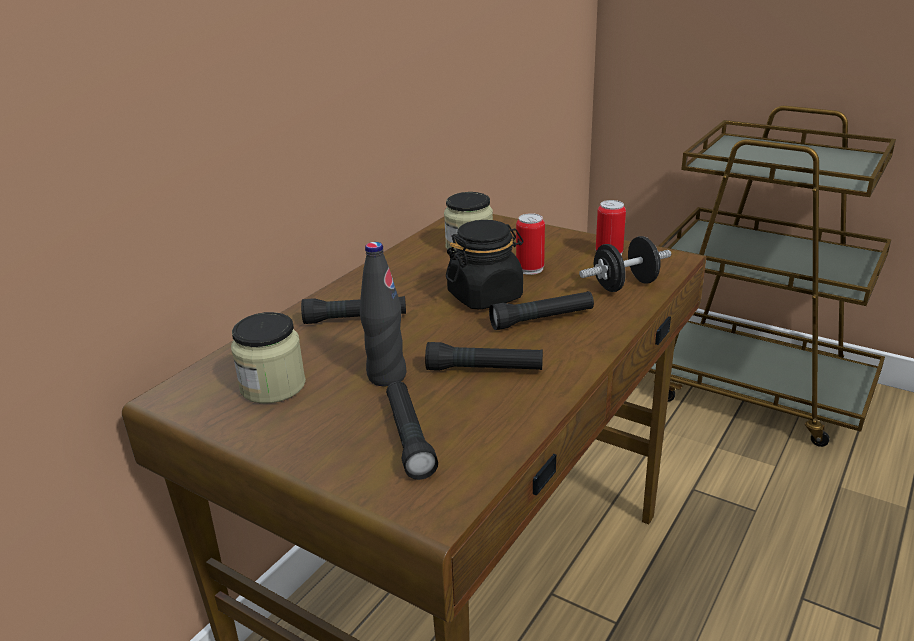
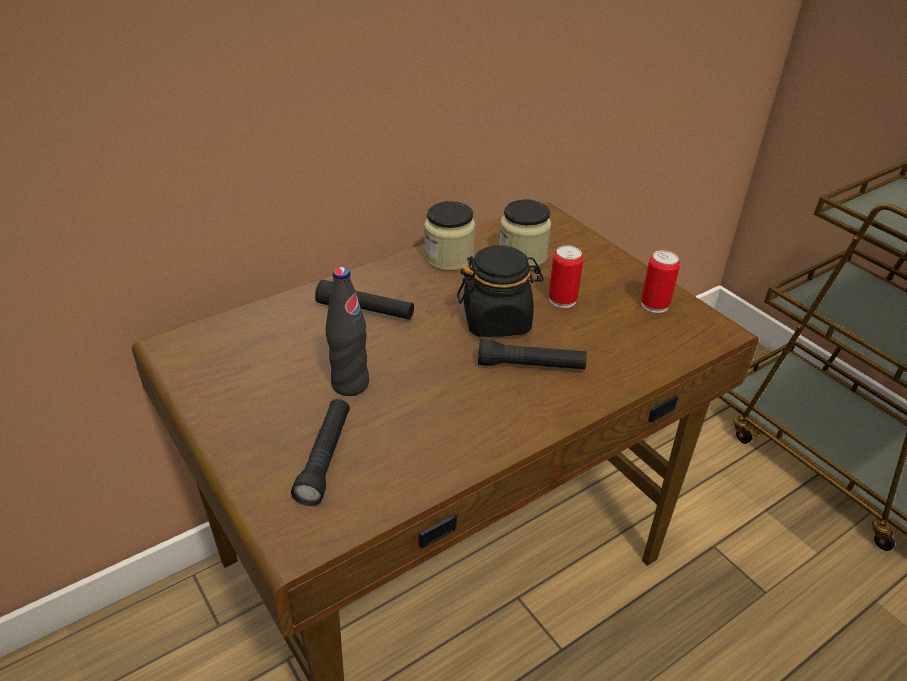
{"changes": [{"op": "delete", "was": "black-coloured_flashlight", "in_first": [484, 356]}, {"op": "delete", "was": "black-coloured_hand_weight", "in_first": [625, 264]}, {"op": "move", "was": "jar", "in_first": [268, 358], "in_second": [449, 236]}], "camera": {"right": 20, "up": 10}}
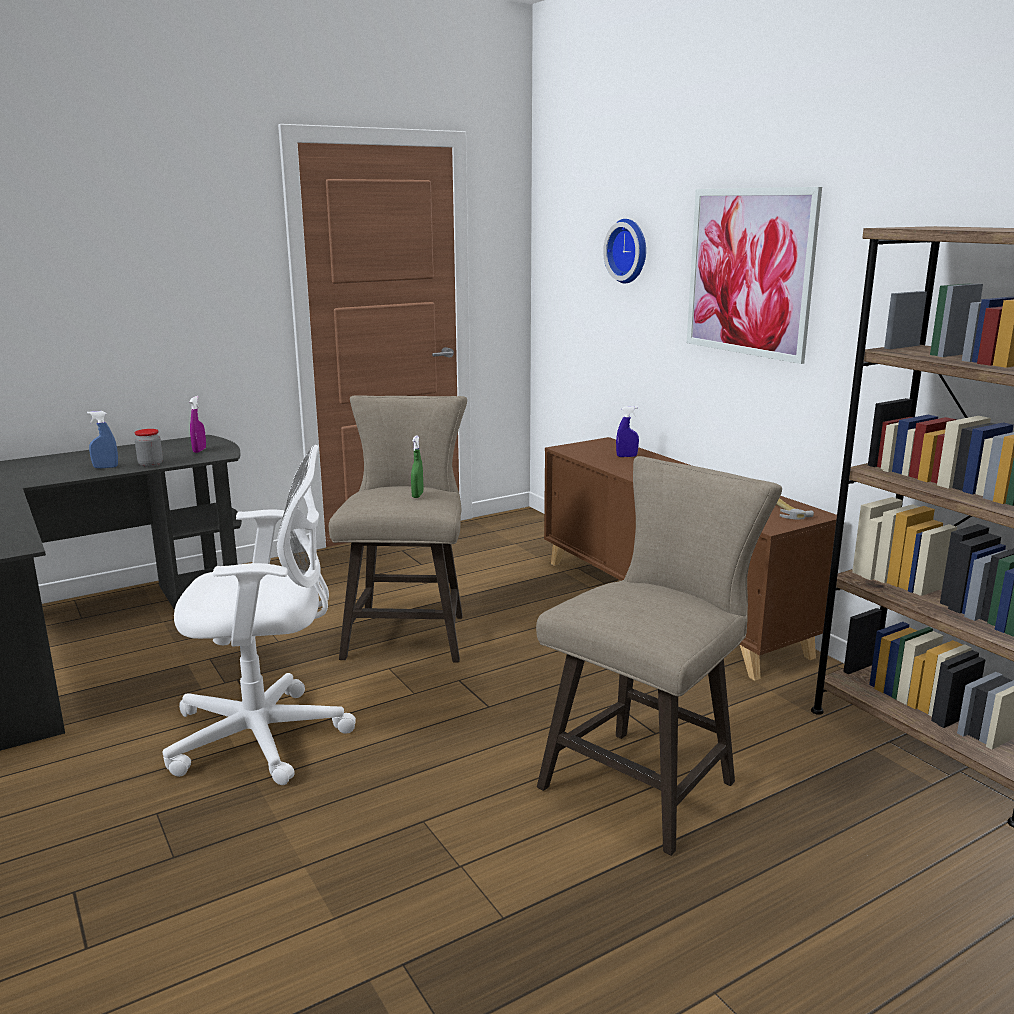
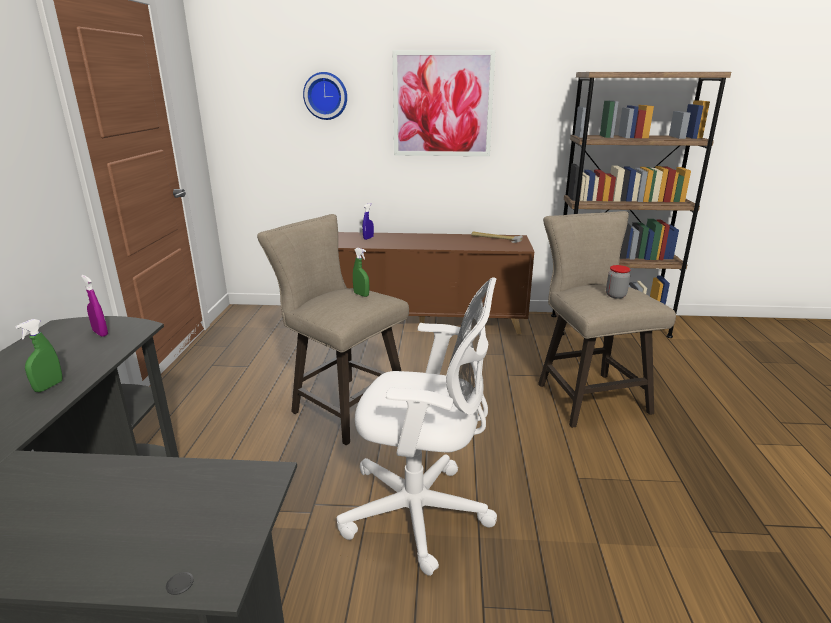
{"changes": [{"op": "move", "was": "jar", "in_first": [149, 448], "in_second": [618, 282]}, {"op": "recolor", "was": "blue_sprayer", "now": "green-coloured_sprayer", "in_first": [102, 439], "in_second": [39, 355]}, {"op": "rotate", "was": "white_office_chair", "in_first": [259, 615], "in_second": [417, 426], "clockwise": 75}], "camera": {"right": -55, "up": 5}}
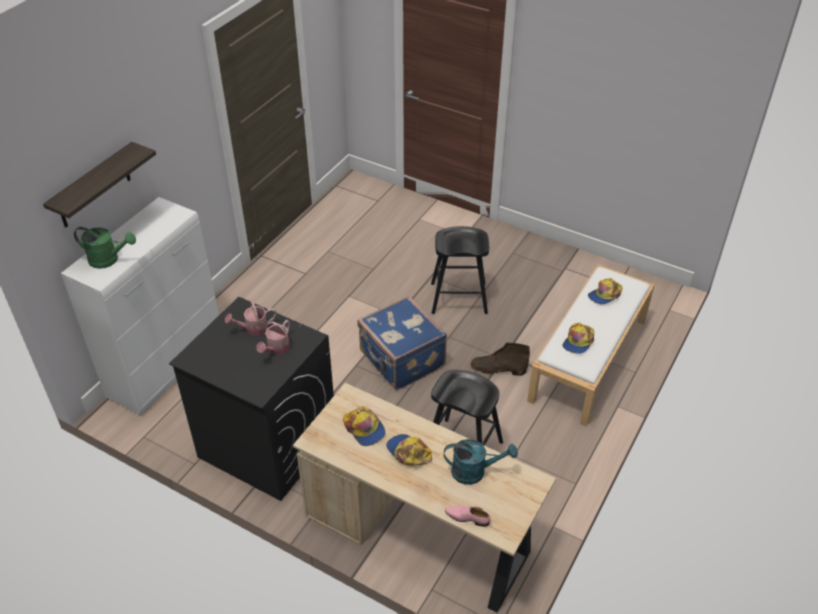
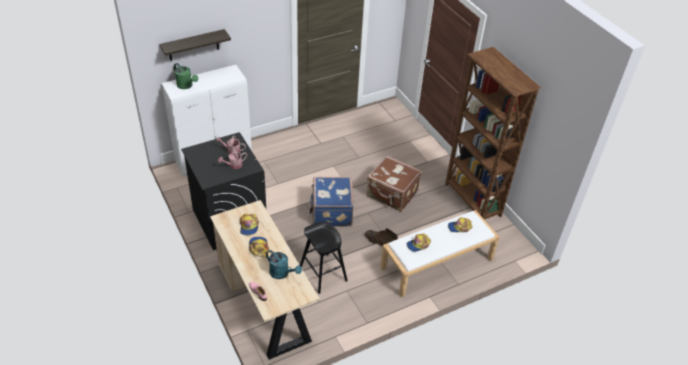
{"changes": [{"op": "insert", "now": "brown-coloured_bookcase", "in_second": [493, 133]}, {"op": "replace", "was": "black-coloured_stool", "now": "brown-coloured_suitcase", "in_first": [460, 270], "in_second": [394, 183]}], "camera": {"right": 30, "up": 0}}
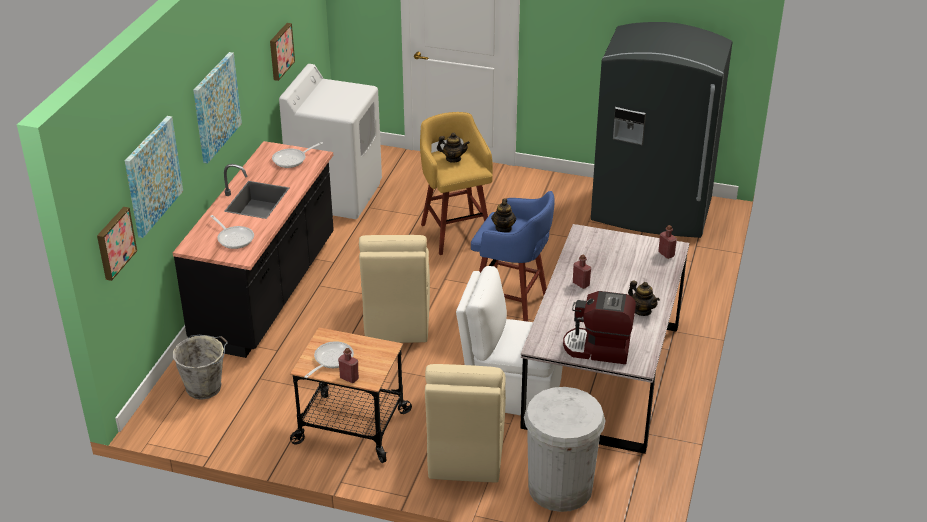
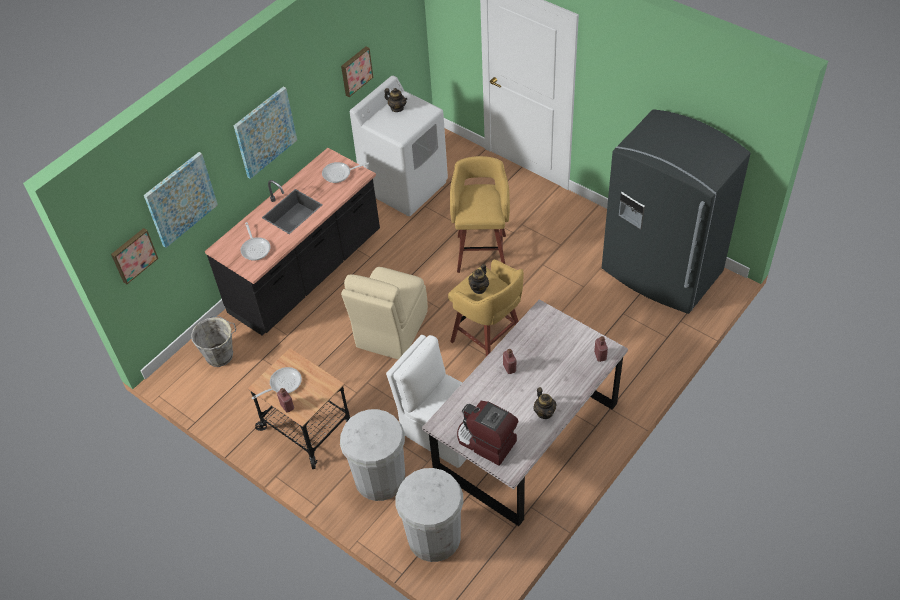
{"changes": [{"op": "move", "was": "tea_pot", "in_first": [453, 148], "in_second": [396, 100]}, {"op": "replace", "was": "sand-coloured_upright_chair", "now": "white_waste_bin", "in_first": [465, 423], "in_second": [372, 455]}, {"op": "recolor", "was": "blue_stool", "now": "yellow_stool", "in_first": [513, 256], "in_second": [486, 308]}], "camera": {"right": 25, "up": 15}}
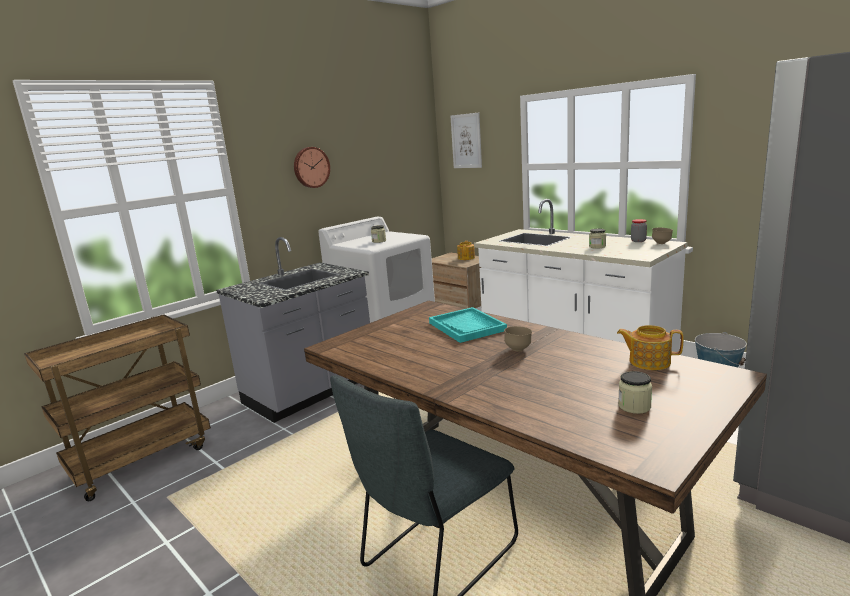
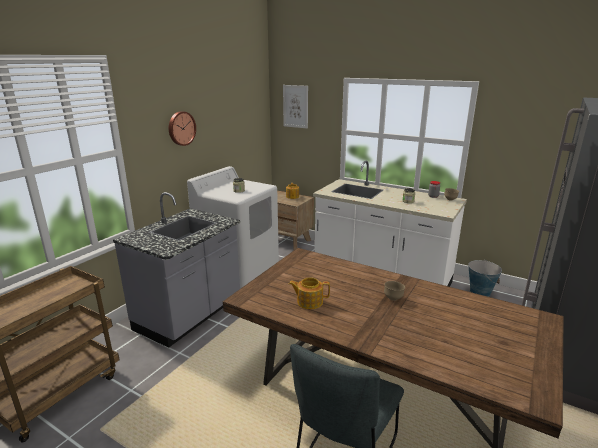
{"changes": [{"op": "delete", "was": "turquoise_tray", "in_first": [468, 325]}, {"op": "delete", "was": "jar", "in_first": [635, 392]}, {"op": "move", "was": "tea_pot", "in_first": [650, 347], "in_second": [309, 293]}], "camera": {"right": -15, "up": 5}}
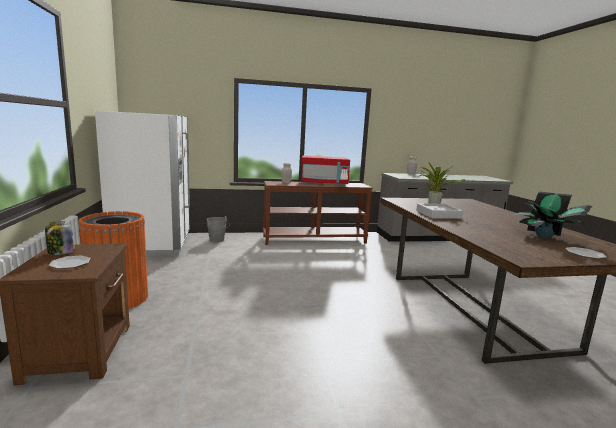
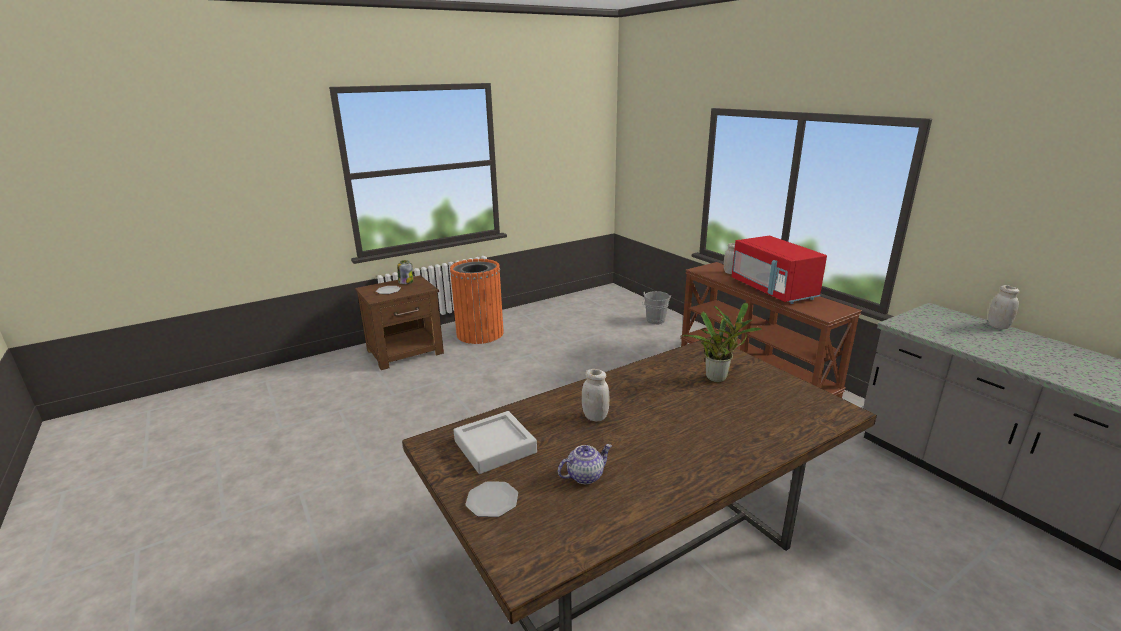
{"changes": [{"op": "delete", "was": "white_fridge", "in_first": [142, 184]}, {"op": "insert", "now": "white_jar", "in_second": [596, 395]}, {"op": "move", "was": "greyish_tray", "in_first": [439, 211], "in_second": [495, 442]}, {"op": "replace", "was": "potted_plant", "now": "tea_pot", "in_first": [552, 215], "in_second": [585, 464]}], "camera": {"right": 70, "up": 10}}
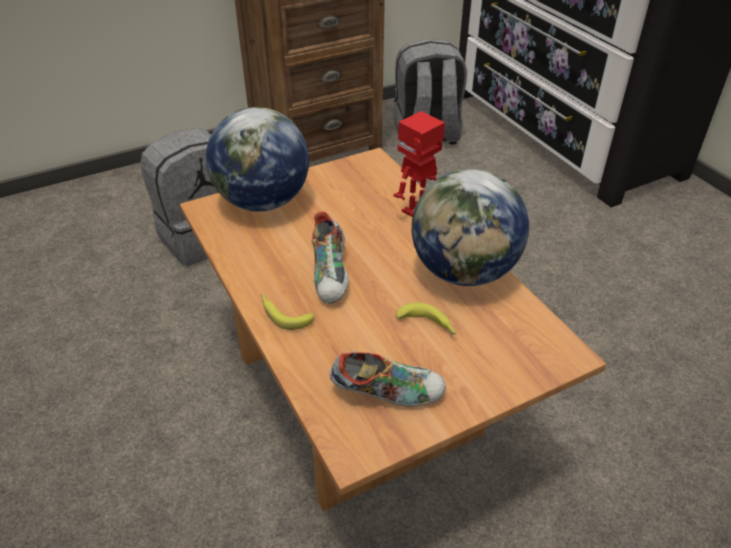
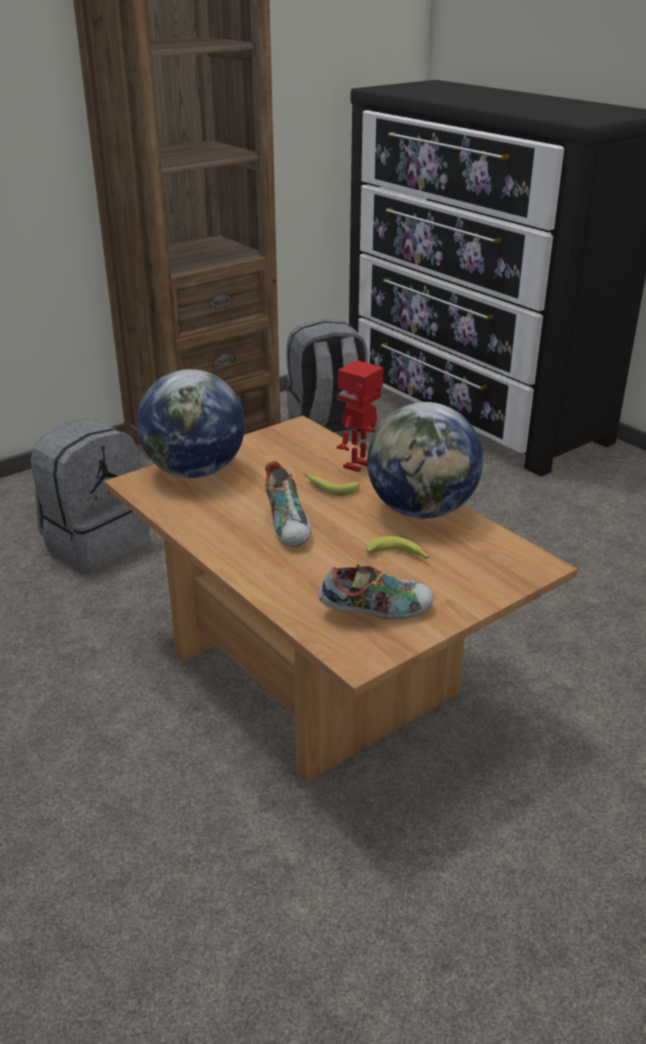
{"changes": [{"op": "move", "was": "whole_banana", "in_first": [287, 312], "in_second": [332, 484]}], "camera": {"right": -10, "up": -10}}
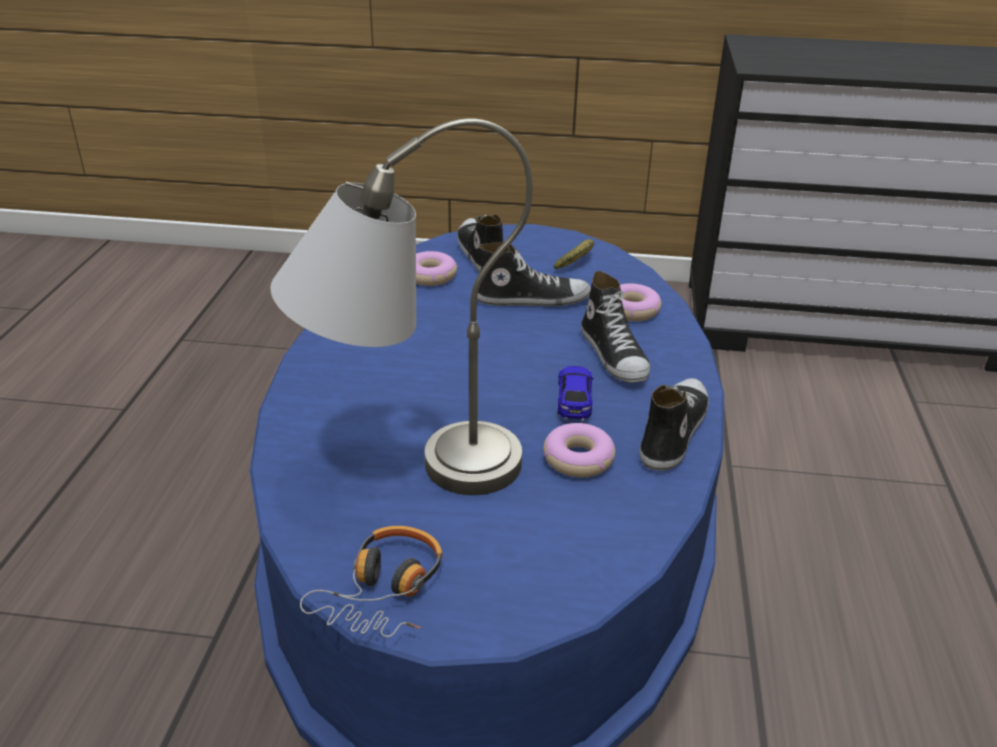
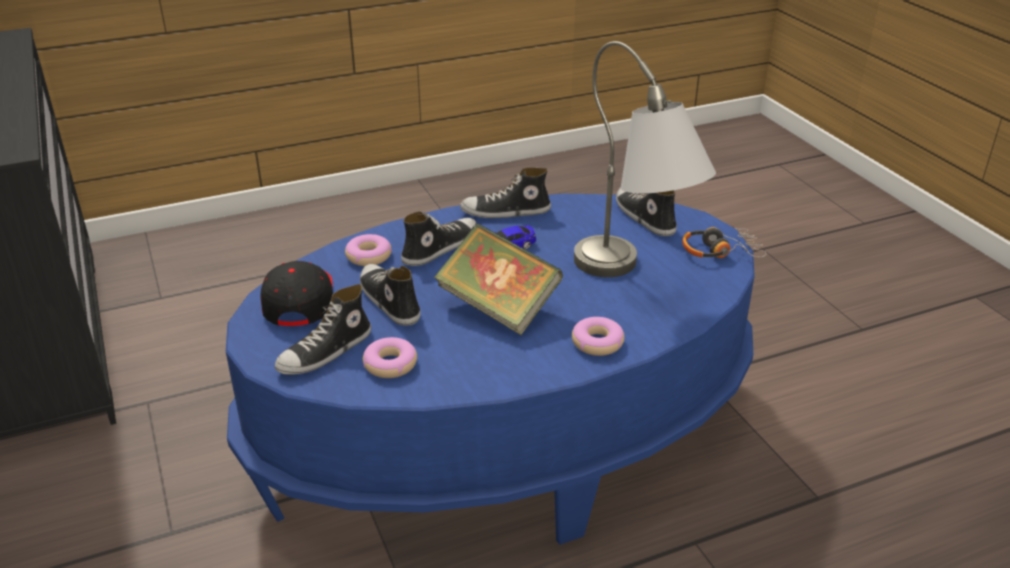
{"changes": [{"op": "insert", "now": "volume", "in_second": [498, 279]}, {"op": "insert", "now": "shoe", "in_second": [646, 211]}, {"op": "move", "was": "ring_doughnut", "in_first": [579, 450], "in_second": [598, 336]}, {"op": "replace", "was": "whole_banana", "now": "black-coloured_peaked_cap", "in_first": [574, 254], "in_second": [297, 293]}], "camera": {"right": -120, "up": 0}}
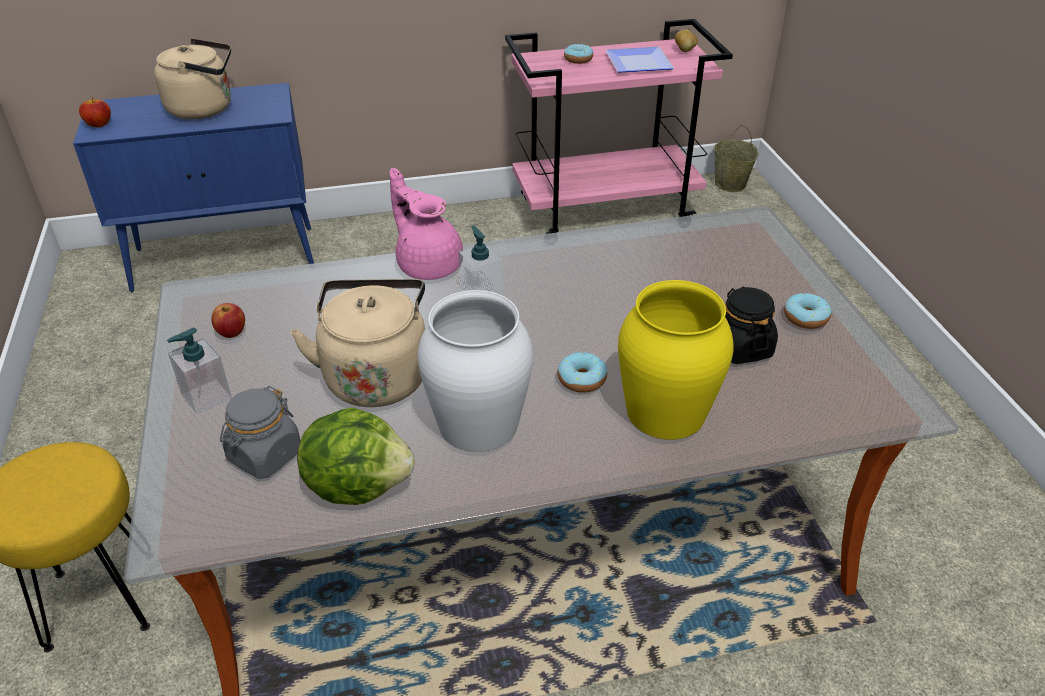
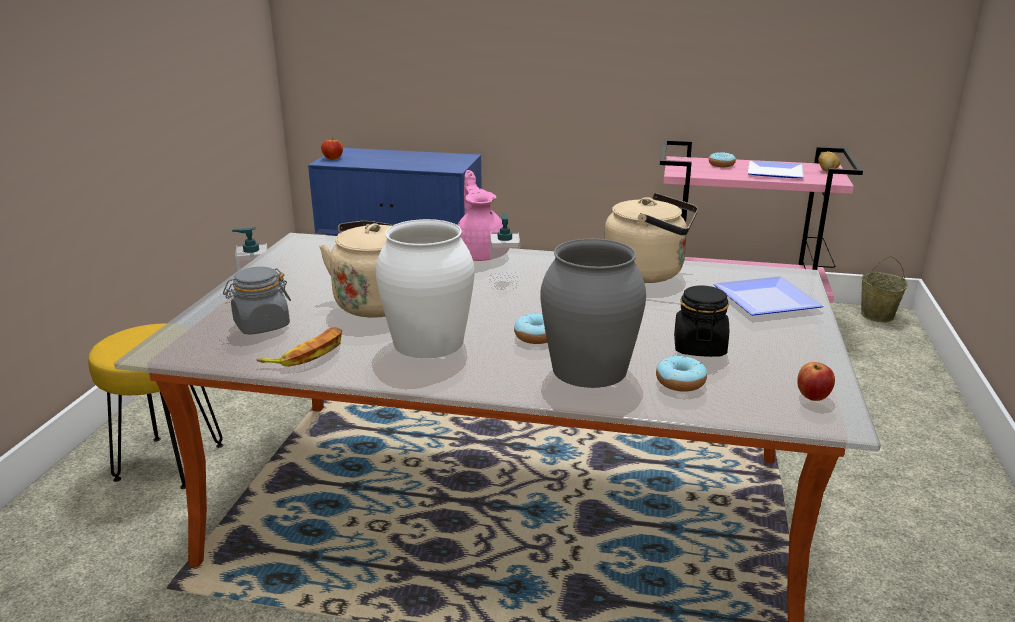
{"changes": [{"op": "insert", "now": "dinner_plate", "in_second": [769, 296]}, {"op": "move", "was": "sand-coloured_water_kettle", "in_first": [192, 78], "in_second": [651, 238]}, {"op": "move", "was": "whole_apple", "in_first": [228, 320], "in_second": [816, 381]}, {"op": "move", "was": "ring_doughnut", "in_first": [808, 311], "in_second": [681, 374]}, {"op": "replace", "was": "head_of_lettuce", "now": "whole_banana", "in_first": [356, 456], "in_second": [299, 347]}, {"op": "recolor", "was": "yellow_vase", "now": "greyish_vase", "in_first": [675, 360], "in_second": [593, 313]}], "camera": {"right": 25, "up": -15}}
